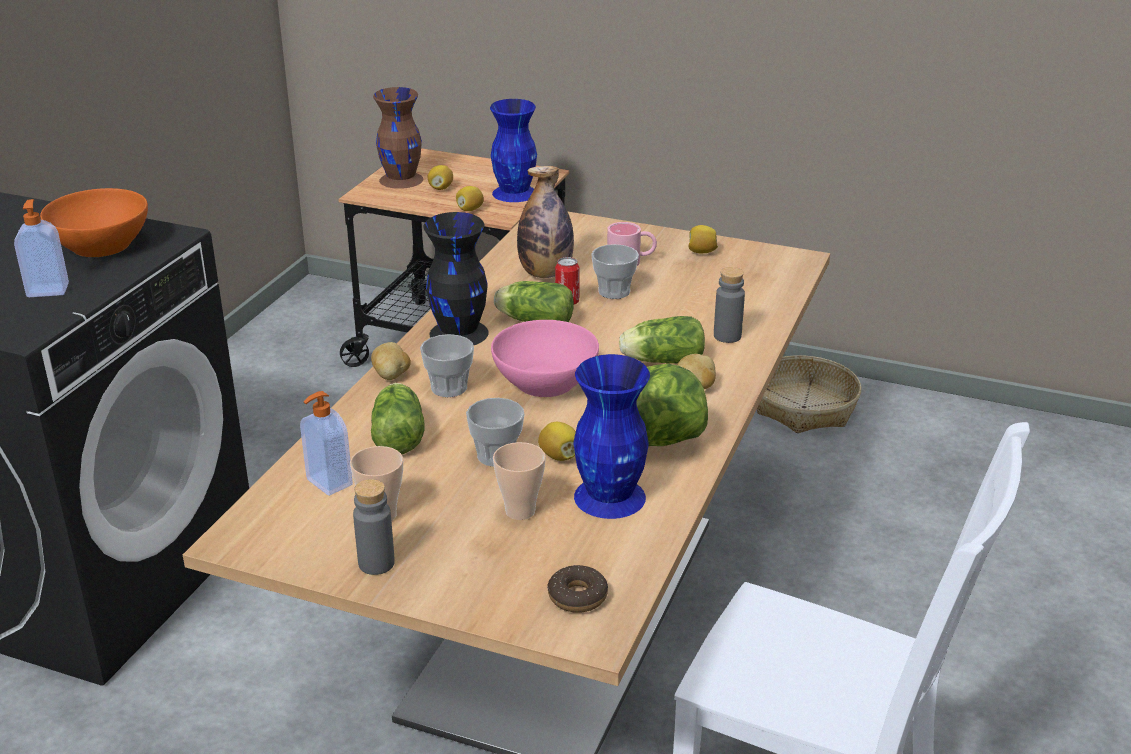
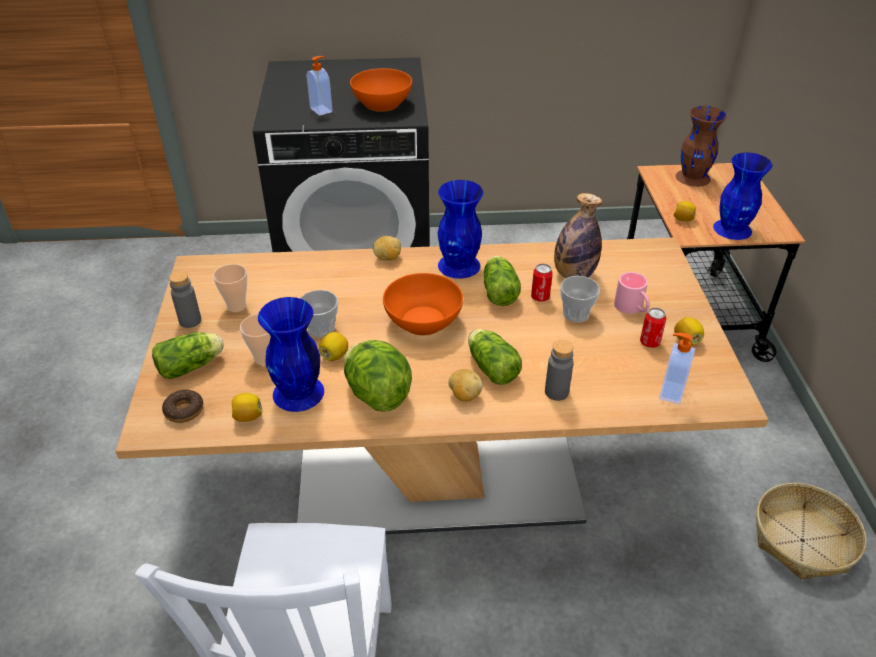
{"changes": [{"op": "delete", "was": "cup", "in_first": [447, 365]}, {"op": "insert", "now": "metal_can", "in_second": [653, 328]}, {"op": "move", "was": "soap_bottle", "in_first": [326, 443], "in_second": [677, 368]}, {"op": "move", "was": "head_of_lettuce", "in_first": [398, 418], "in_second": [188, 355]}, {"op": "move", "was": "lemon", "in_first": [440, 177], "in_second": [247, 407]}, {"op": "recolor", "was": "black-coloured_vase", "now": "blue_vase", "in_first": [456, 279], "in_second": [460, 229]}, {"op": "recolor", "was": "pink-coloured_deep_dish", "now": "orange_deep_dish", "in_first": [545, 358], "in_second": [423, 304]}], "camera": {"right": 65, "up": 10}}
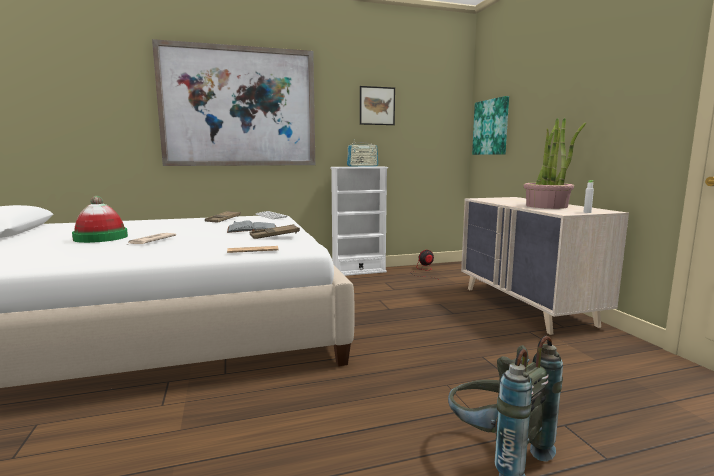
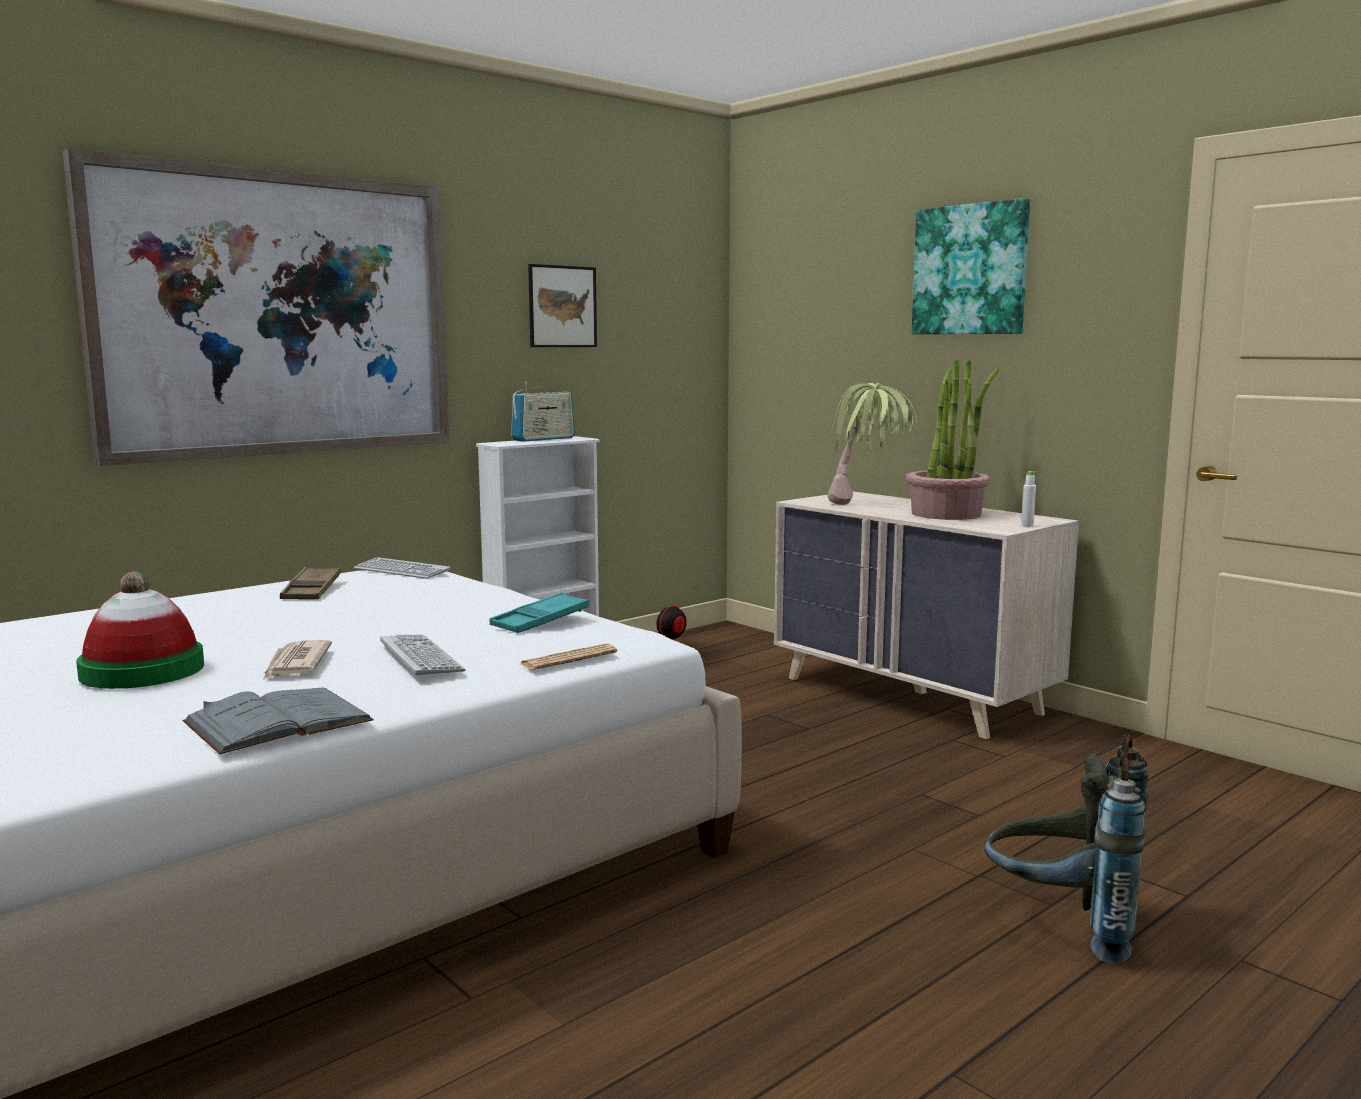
{"changes": [{"op": "insert", "now": "computer_keyboard", "in_second": [423, 655]}, {"op": "insert", "now": "potted_plant", "in_second": [872, 444]}, {"op": "move", "was": "greyish_volume", "in_first": [251, 226], "in_second": [278, 721]}, {"op": "move", "was": "wall_art", "in_first": [490, 125], "in_second": [971, 266]}, {"op": "recolor", "was": "brown-coloured_tray", "now": "turquoise_tray", "in_first": [274, 231], "in_second": [539, 612]}], "camera": {"right": -25, "up": 0}}
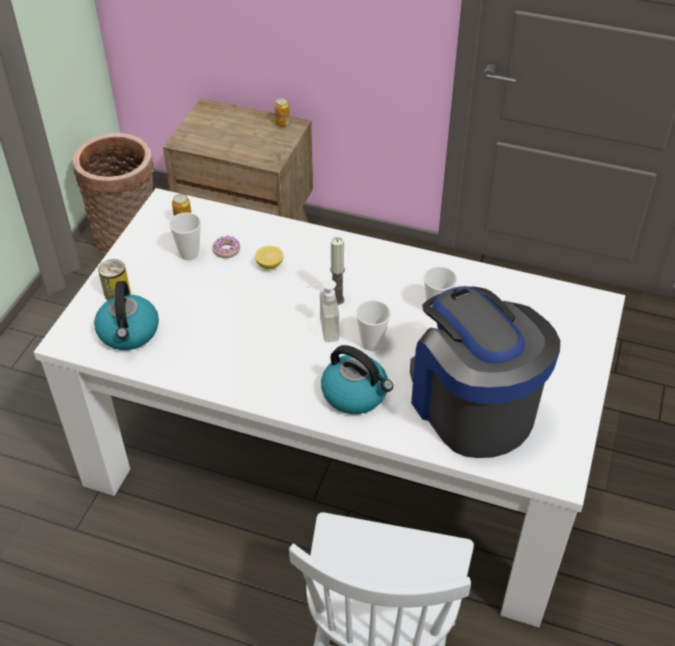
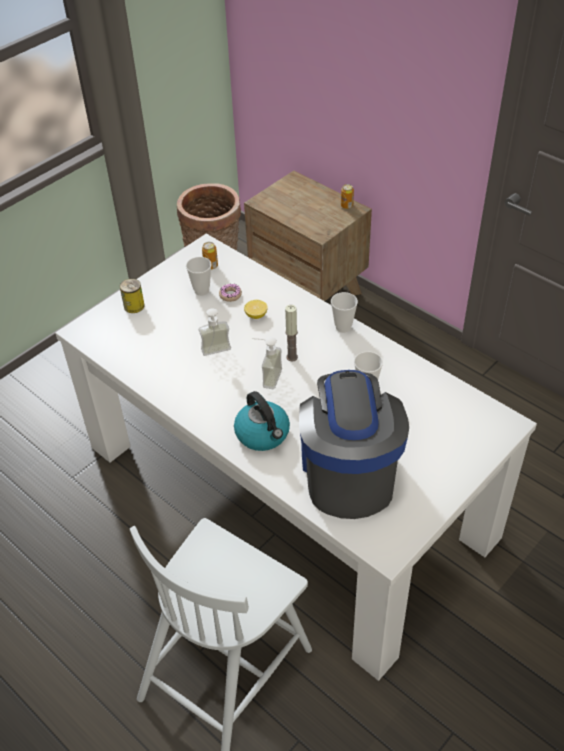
{"changes": [{"op": "delete", "was": "water_kettle", "in_first": [126, 315]}, {"op": "insert", "now": "soap_bottle", "in_second": [215, 332]}, {"op": "move", "was": "cup", "in_first": [373, 325], "in_second": [344, 312]}], "camera": {"right": 25, "up": 0}}
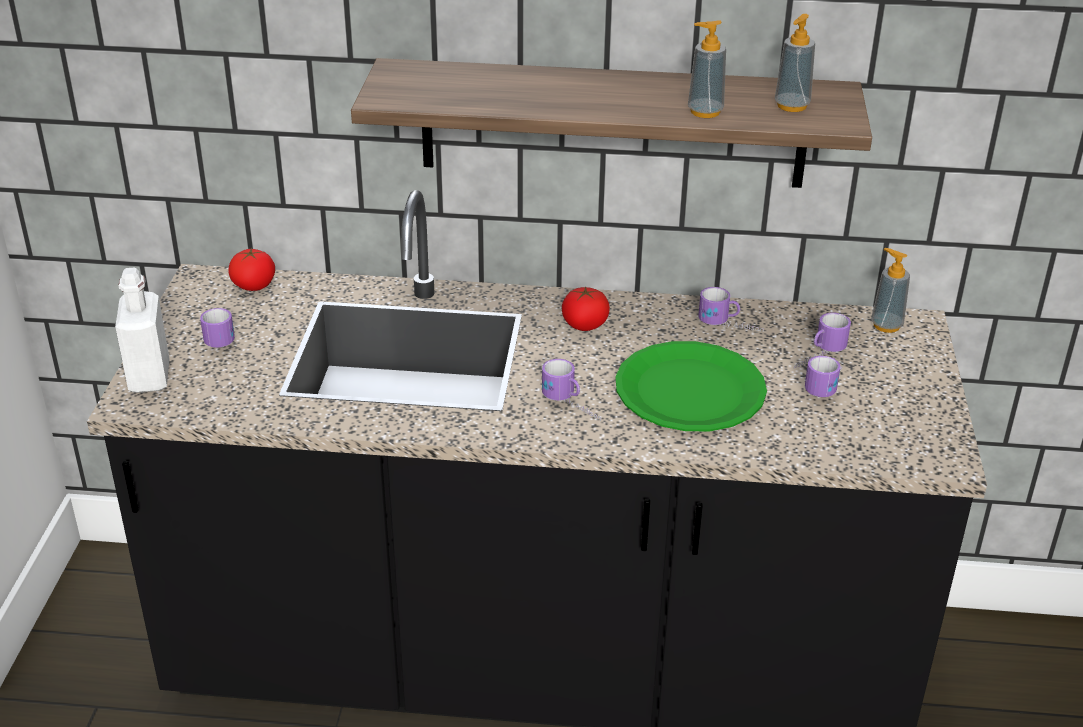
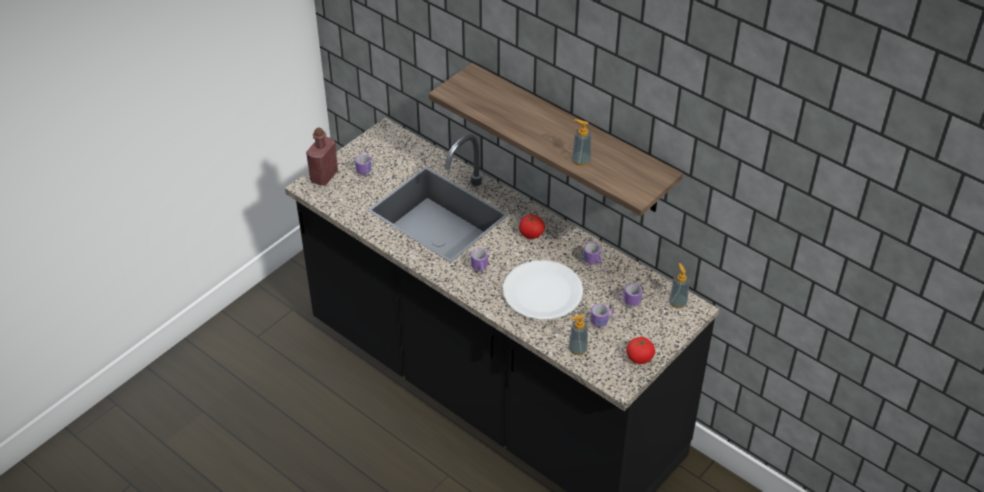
{"changes": [{"op": "move", "was": "fresh_tomato", "in_first": [251, 269], "in_second": [640, 350]}, {"op": "move", "was": "soap_bottle", "in_first": [795, 63], "in_second": [578, 334]}, {"op": "recolor", "was": "white_drink_bottle", "now": "reddish_drink_bottle", "in_first": [142, 330], "in_second": [322, 156]}, {"op": "recolor", "was": "green-coloured_dinner_plate", "now": "white_dinner_plate", "in_first": [691, 386], "in_second": [543, 290]}], "camera": {"right": 35, "up": 10}}
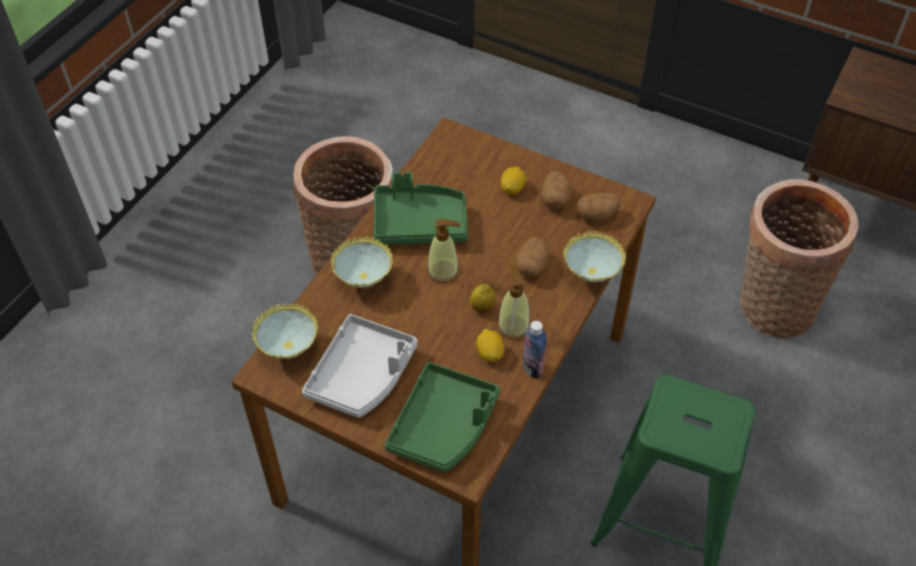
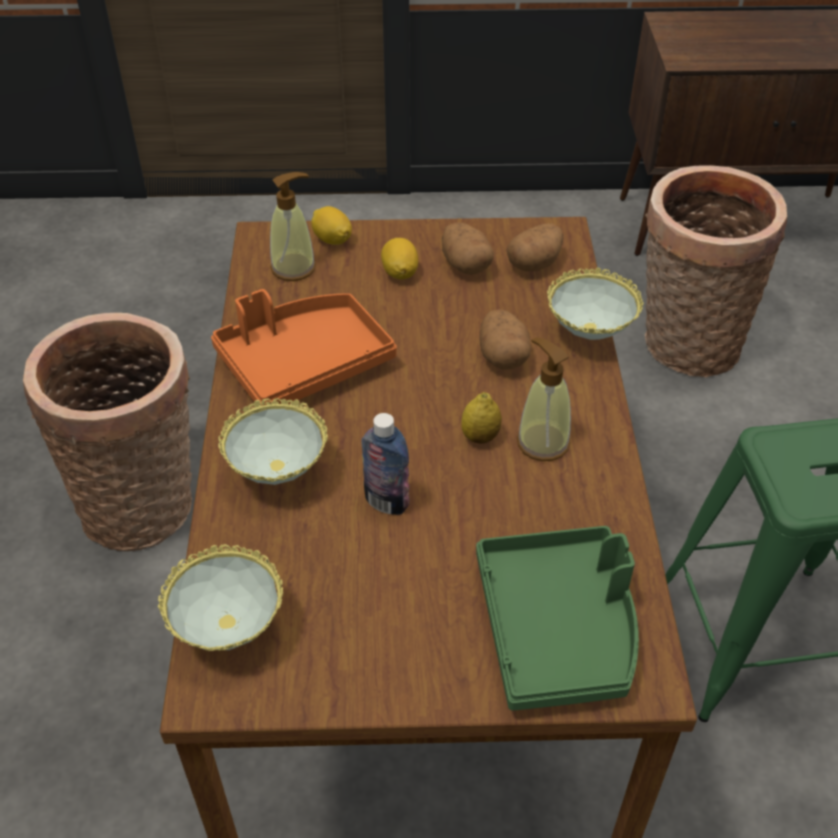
{"changes": [{"op": "delete", "was": "greyish_tray", "in_first": [360, 366]}, {"op": "move", "was": "soap_bottle", "in_first": [443, 251], "in_second": [293, 226]}, {"op": "move", "was": "lemon", "in_first": [490, 345], "in_second": [332, 225]}, {"op": "move", "was": "drink_bottle", "in_first": [534, 350], "in_second": [385, 464]}, {"op": "recolor", "was": "green-coloured_tray", "now": "orange_tray", "in_first": [421, 208], "in_second": [304, 347]}], "camera": {"right": -30, "up": -5}}
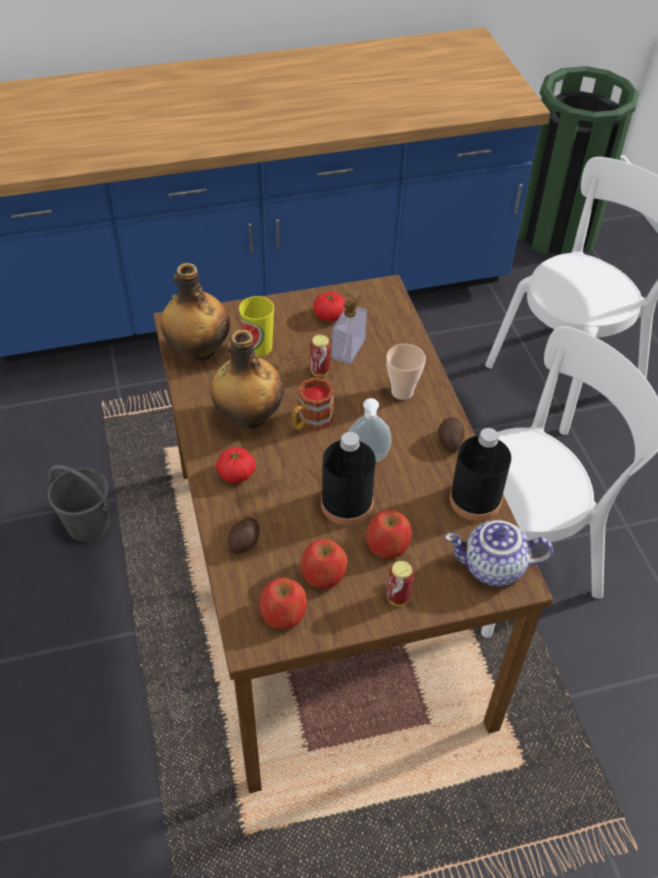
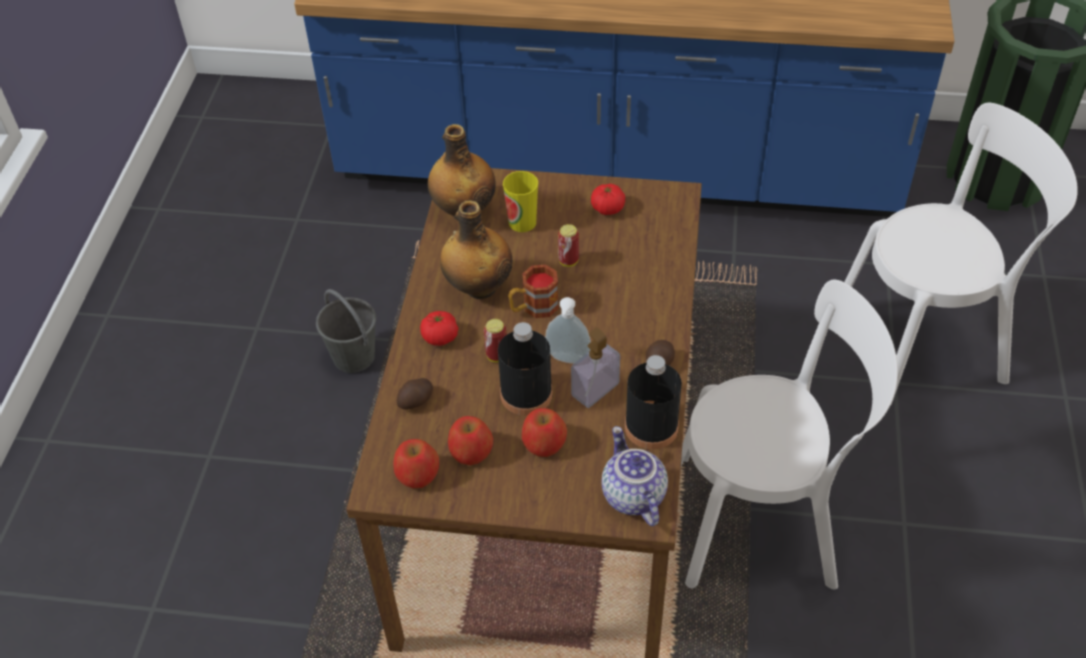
{"changes": [{"op": "delete", "was": "cup", "in_first": [406, 372]}, {"op": "move", "was": "soap_bottle", "in_first": [349, 325], "in_second": [595, 367]}, {"op": "move", "was": "metal_can", "in_first": [400, 583], "in_second": [495, 340]}, {"op": "rotate", "was": "tea_pot", "in_first": [499, 553], "in_second": [634, 476], "clockwise": 45}], "camera": {"right": 25, "up": 0}}
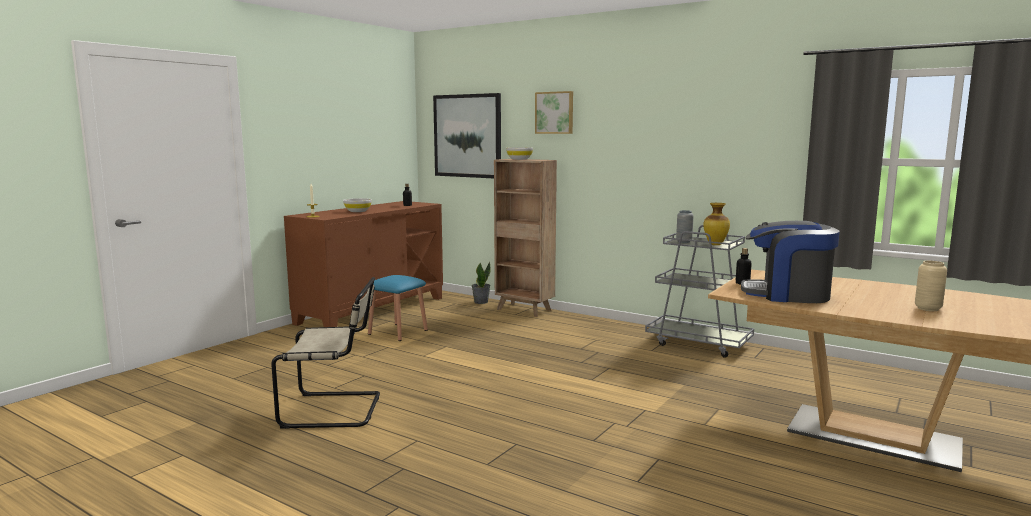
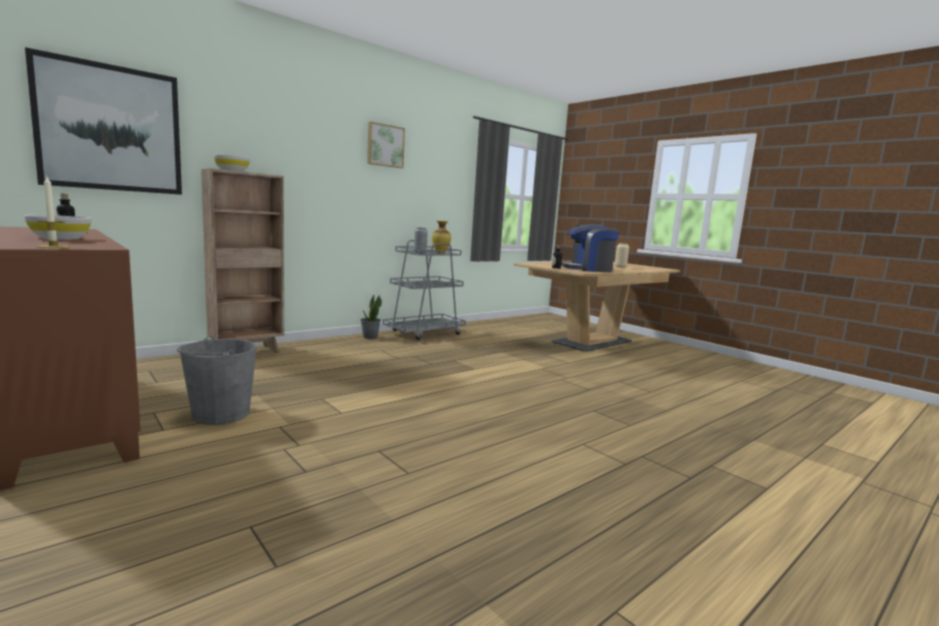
{"changes": [{"op": "delete", "was": "sand-coloured_upright_chair", "in_first": [325, 353]}, {"op": "move", "was": "potted_plant", "in_first": [481, 283], "in_second": [371, 316]}, {"op": "move", "was": "wall_art", "in_first": [554, 112], "in_second": [386, 144]}, {"op": "replace", "was": "blue_stool", "now": "greyish_pail", "in_first": [398, 308], "in_second": [217, 380]}, {"op": "rotate", "was": "coffee_maker", "in_first": [790, 262], "in_second": [590, 248], "clockwise": 45}], "camera": {"right": -75, "up": 0}}
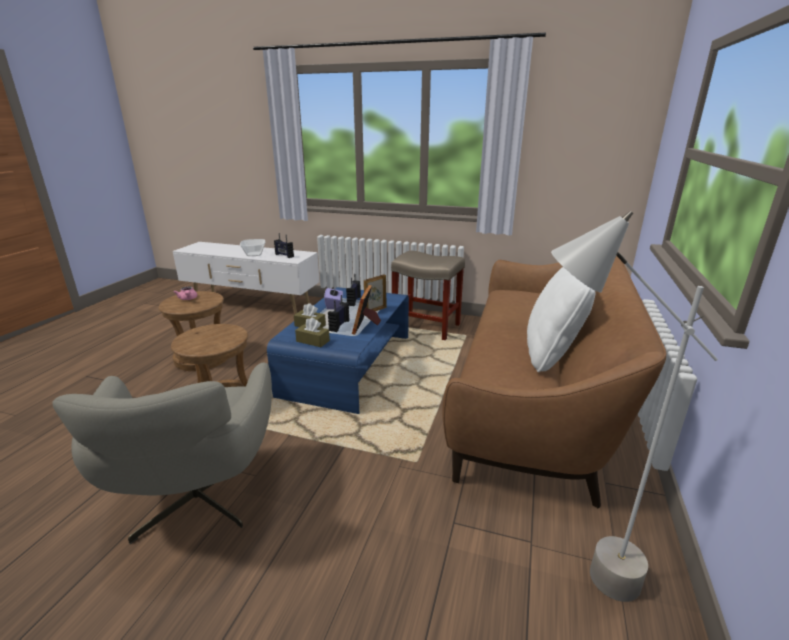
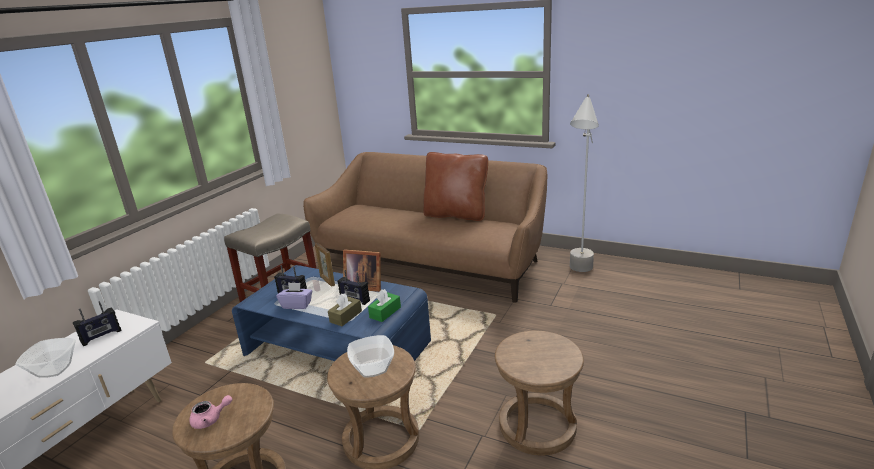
{"changes": [{"op": "insert", "now": "deep_dish", "in_second": [370, 356]}, {"op": "replace", "was": "greyish_armchair", "now": "brown-coloured_stool", "in_first": [162, 453], "in_second": [539, 393]}, {"op": "recolor", "was": "brown-coloured_box_of_tissues", "now": "green-coloured_box_of_tissues", "in_first": [312, 332], "in_second": [384, 305]}, {"op": "recolor", "was": "white_pillow", "now": "brown-coloured_pillow", "in_first": [561, 319], "in_second": [455, 186]}], "camera": {"right": -80, "up": 0}}
